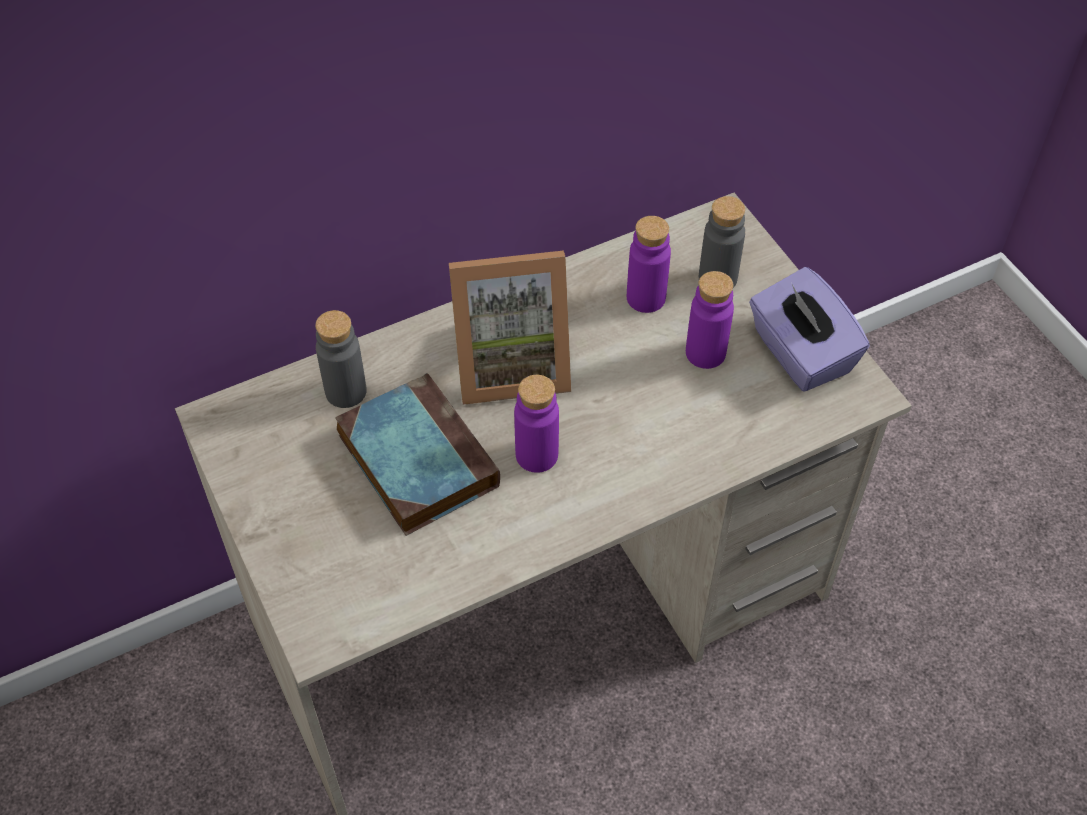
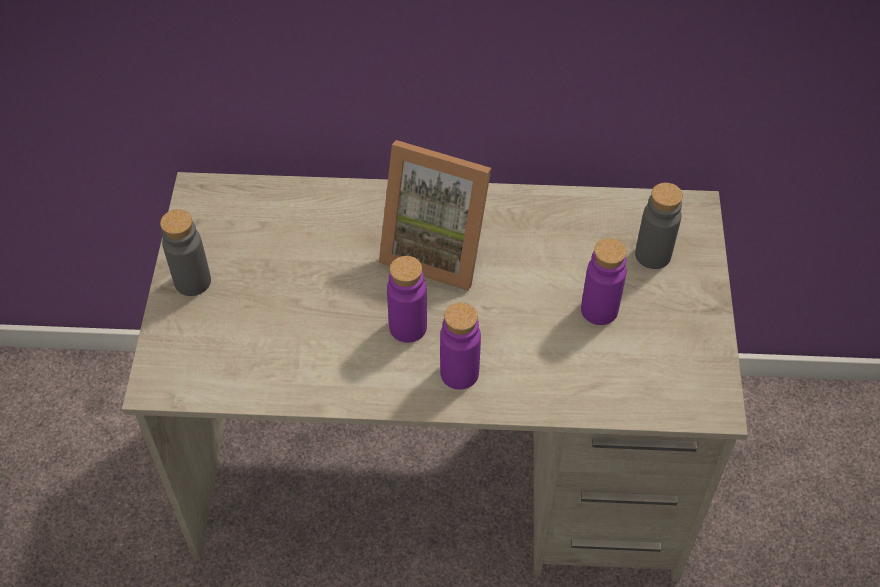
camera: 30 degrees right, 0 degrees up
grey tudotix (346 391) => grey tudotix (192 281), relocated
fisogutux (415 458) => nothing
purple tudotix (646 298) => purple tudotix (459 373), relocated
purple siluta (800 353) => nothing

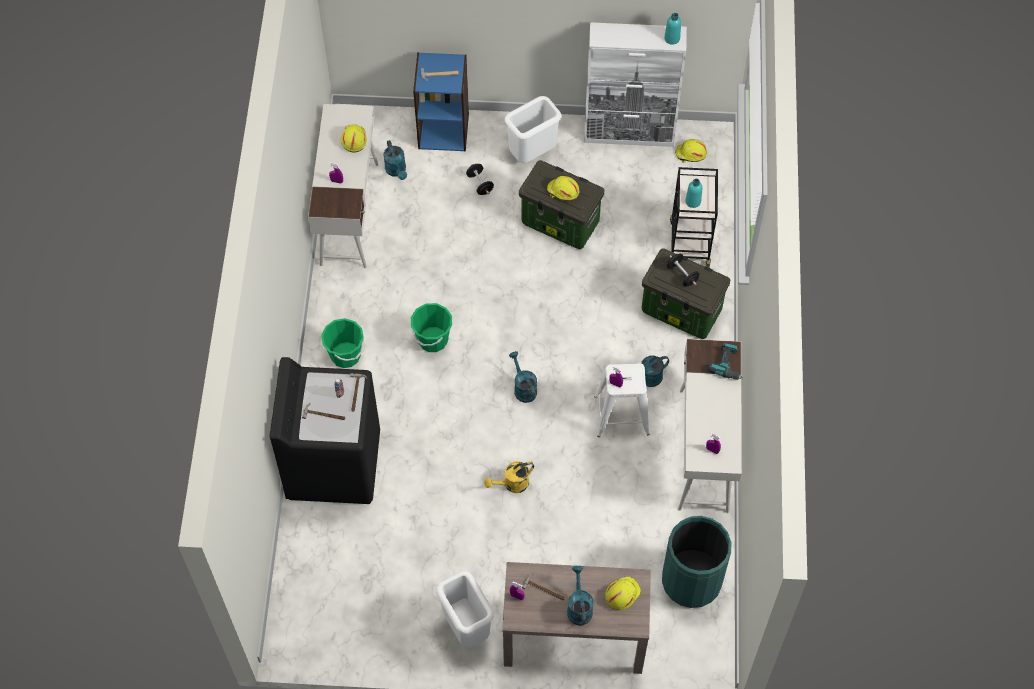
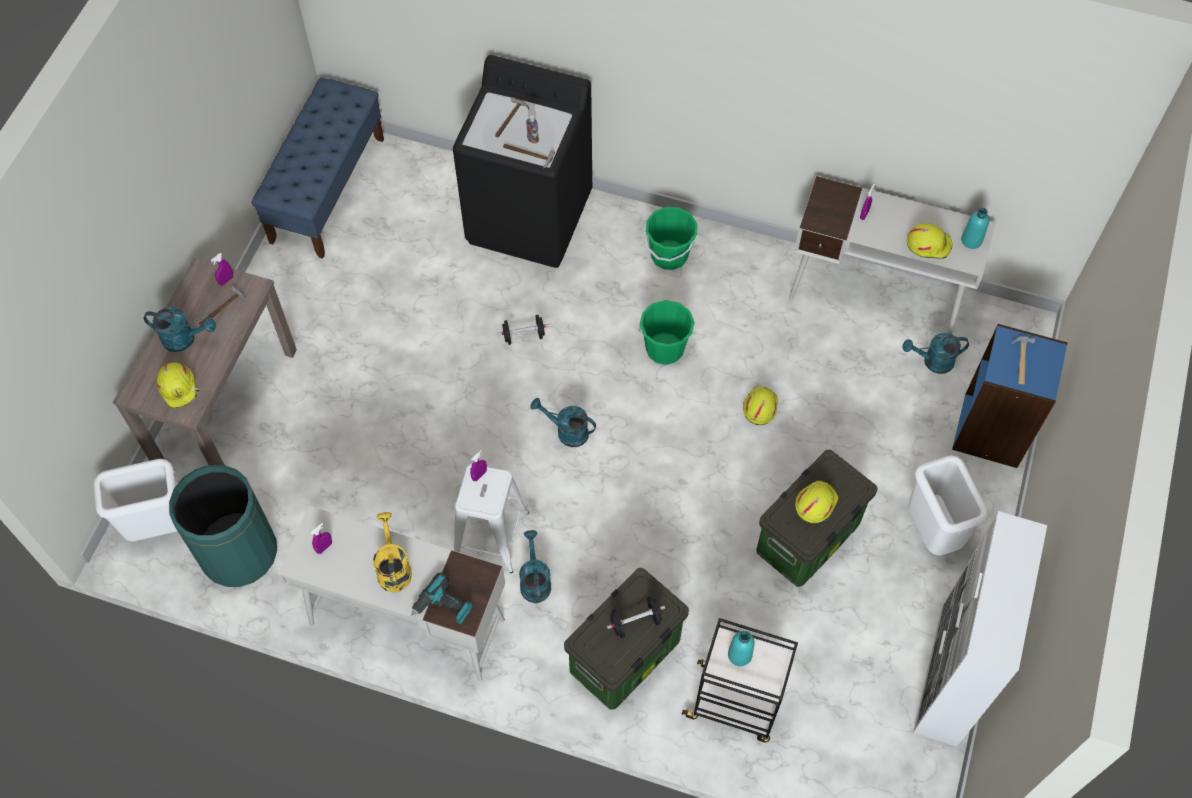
camera: 105 degrees right, 0 degrees up
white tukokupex (465 628) => white tukokupex (160 526), relocated
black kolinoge (480 184) => black kolinoge (523 336), relocated
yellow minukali (512 484) => yellow minukali (393 568), relocated
turquoise minukali (523 388) => turquoise minukali (566 432), 150 degrees counterclockwise
turquoise tudotix (672 38) => turquoise tudotix (971 240), relocated
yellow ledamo (690 154) => yellow ledamo (759 407), relocated
nothing => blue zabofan (327 189)

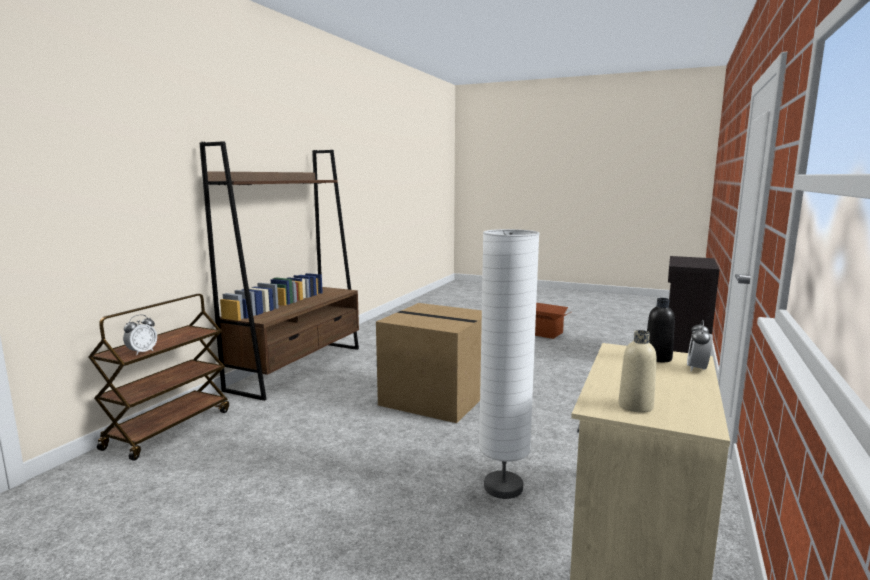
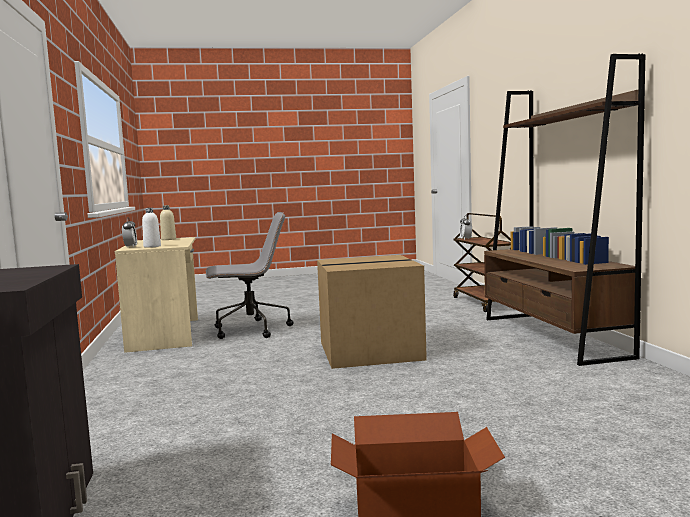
camera: 145 degrees right, 5 degrees down
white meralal (503 487) => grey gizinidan (250 330)
black tudotix (657 358) => white tudotix (152 246)

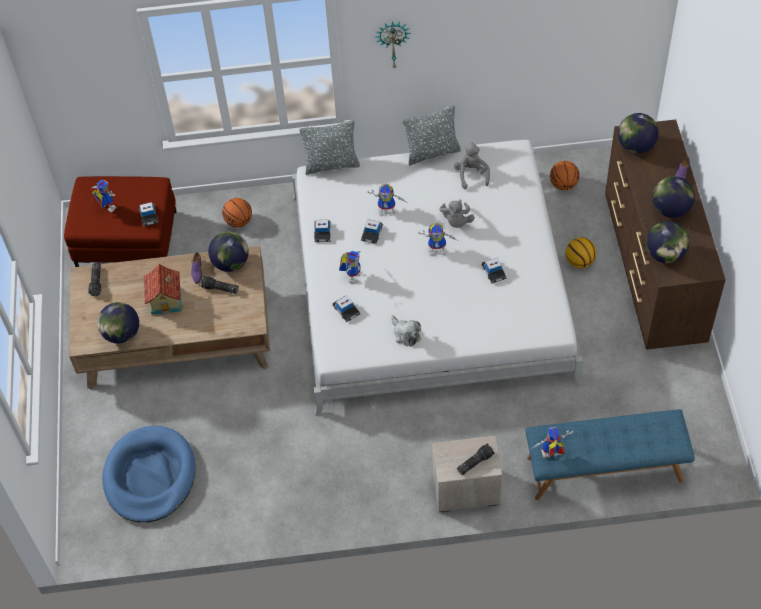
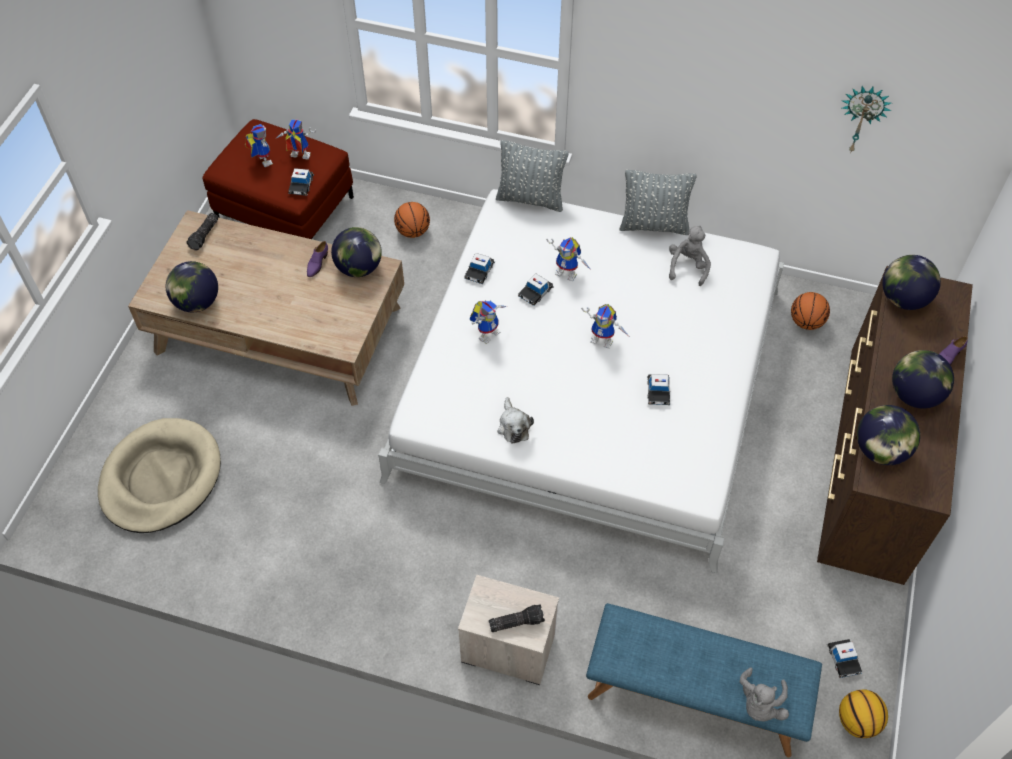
camera: 20 degrees right, 0 degrees up
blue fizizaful (150 476) => beige fizizaful (161 478)
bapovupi (167 300) => nothing
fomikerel (220 289) => nothing
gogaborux (346 310) => gogaborux (843 659), relocated
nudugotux (393 43) => nudugotux (861 118), relocated
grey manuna (456 221) => grey manuna (760 704), relocated
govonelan (550 455) => govonelan (298 157), relocated
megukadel (579 262) => megukadel (857 721), relocated

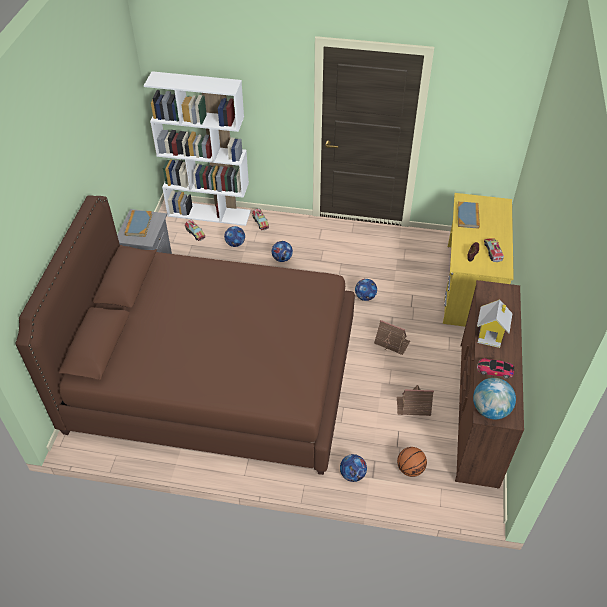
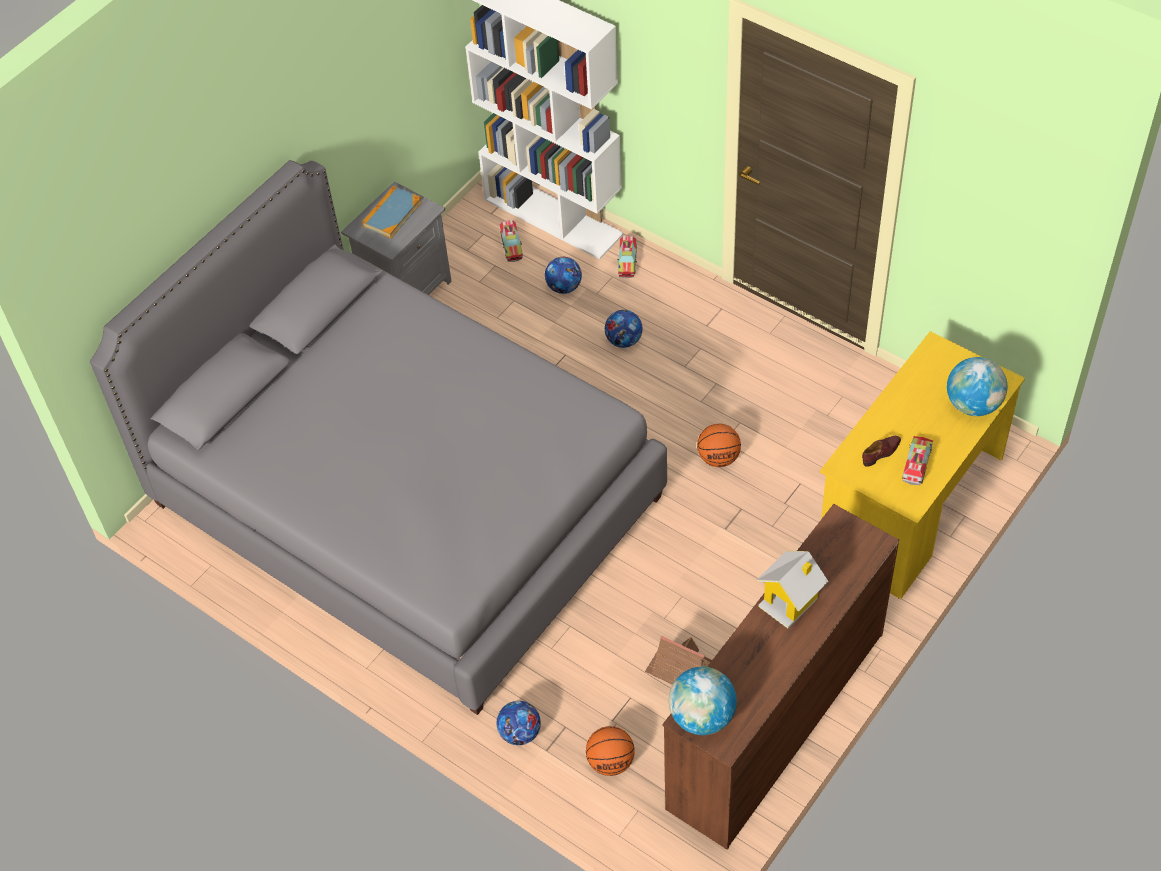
camera: 30 degrees right, 5 degrees up
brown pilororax (214 377) => grey pilororax (406 501)
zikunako (365 297) => megukadel (718 458)
bapovupi (391 342) => nothing
fisogutux (468 216) => nothing
gogaborux (495 370) => nothing
nothing => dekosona (973 404)

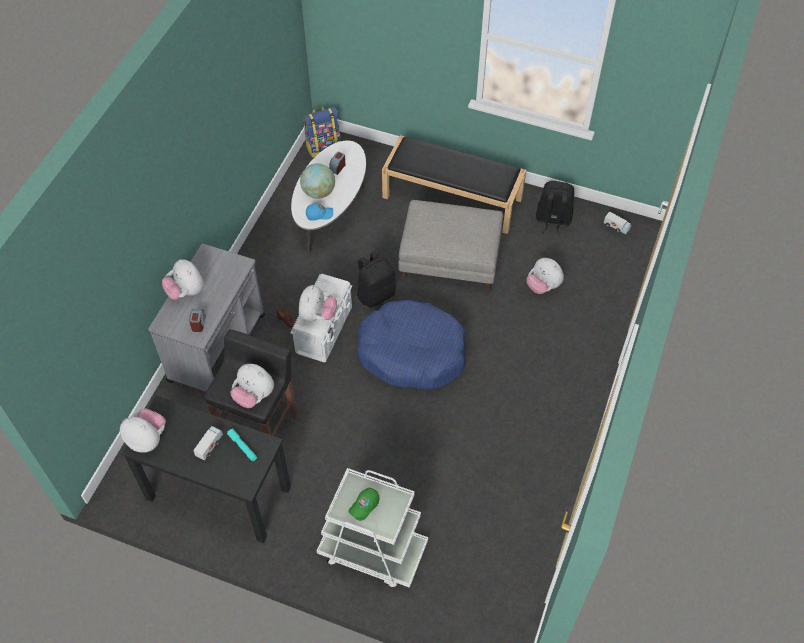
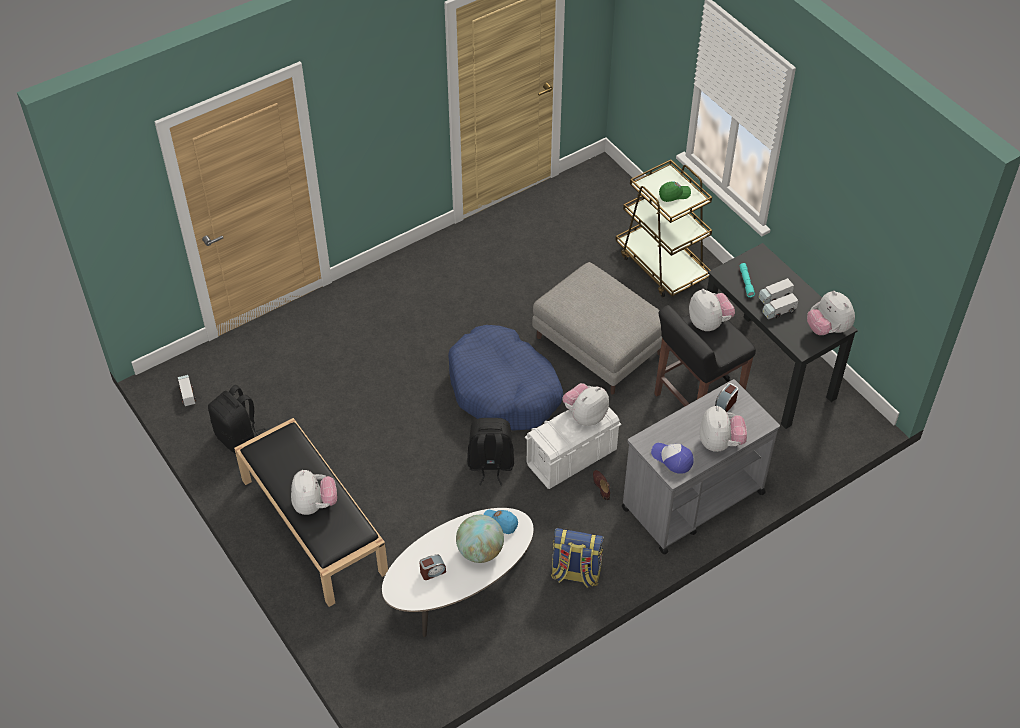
camera: 145 degrees left, 5 degrees down
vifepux (323 147) => vifepux (575 573), relocated
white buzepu (372 550) => brown buzepu (662 265)
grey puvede (448 260) => grey puvede (600 346), relocated
manuna (543 286) => manuna (314 505), relocated
nothing => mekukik (672 459)
nothing => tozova (778 312)

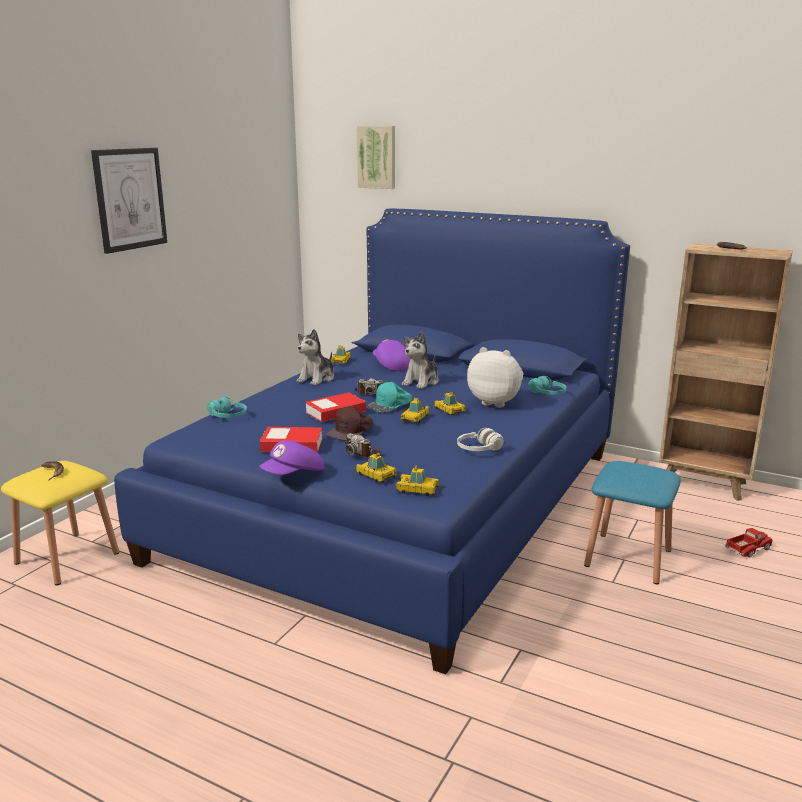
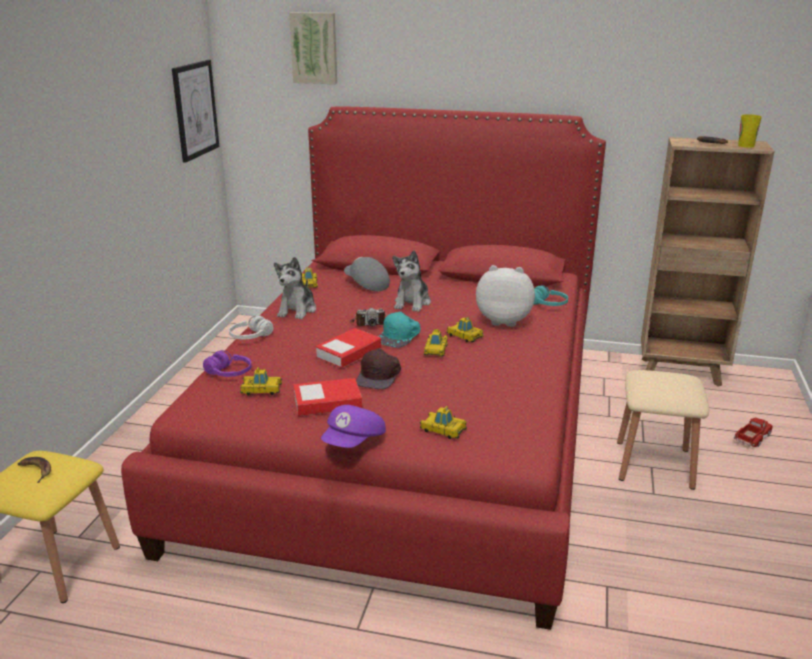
camera: 15 degrees left, 5 degrees up
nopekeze (130 199) => nopekeze (195 110), relocated
blue pilororax (400 502) => red pilororax (405 434)
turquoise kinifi (227 417) => purple kinifi (229 373)
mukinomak (362 452) => nothing
purple mekukik (390 365) => grey mekukik (366 284)
gogaborux (417 490) => gogaborux (261 390), relocated
white kinifi (479 449) => white kinifi (251 337), relocated
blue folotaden (628 557) => beige folotaden (654 464)
nothing => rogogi (746 146)

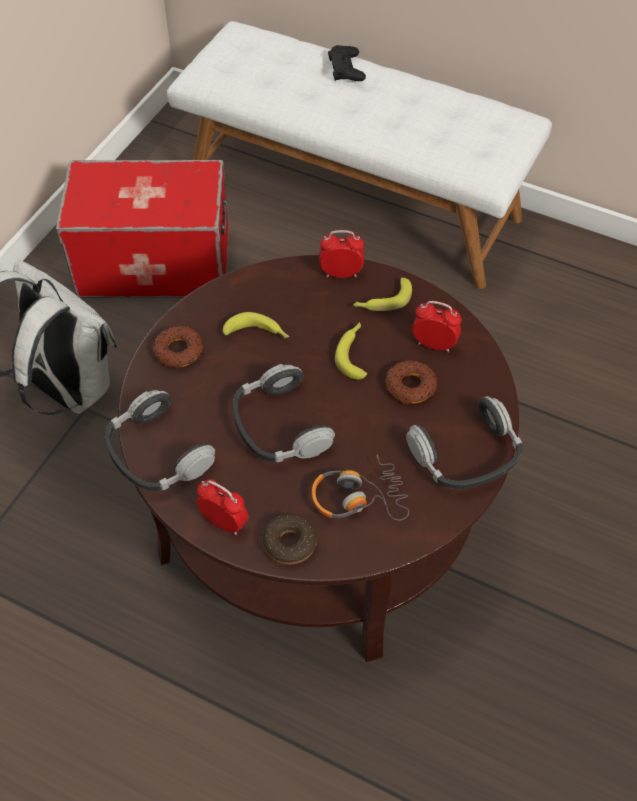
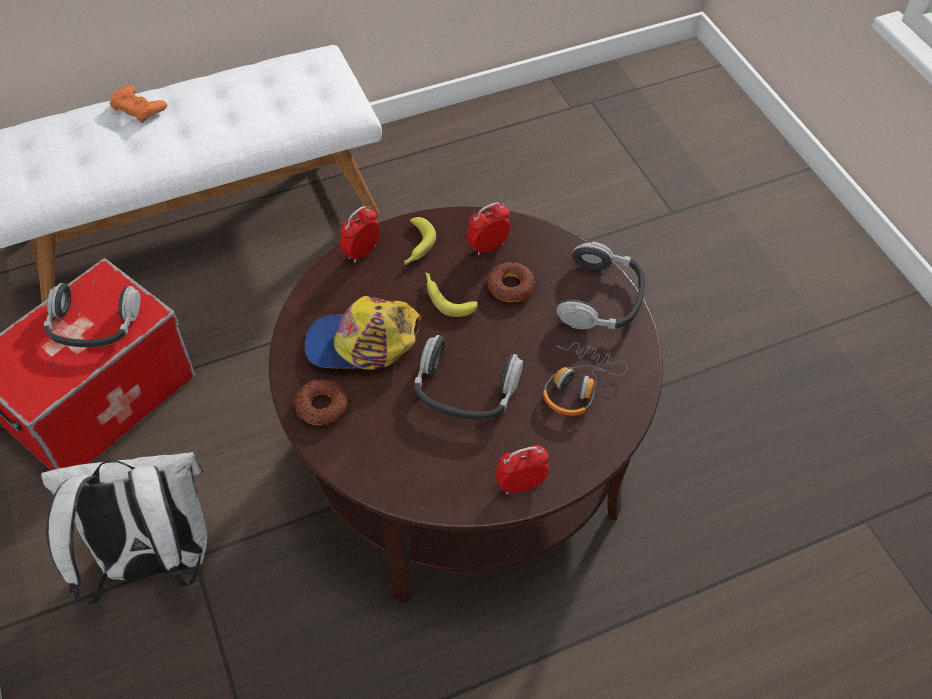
camera: 50 degrees left, 0 degrees up
kinifi (156 453) => kinifi (94 324), relocated
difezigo (258 334) => mekukik (362 343)
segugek (290 543) => nothing
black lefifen (346 69) => orange lefifen (139 108)

